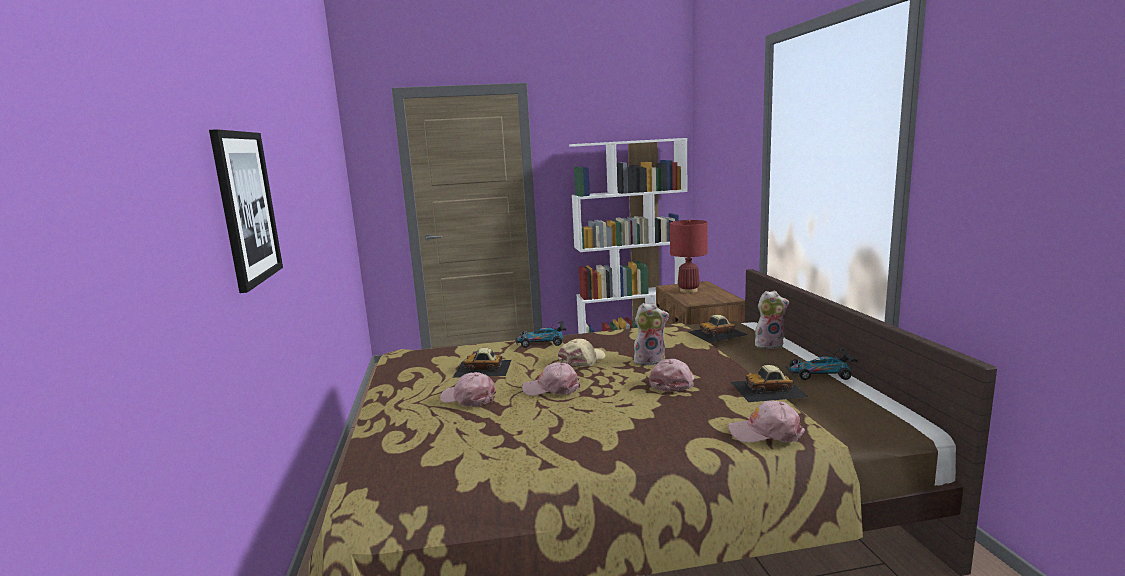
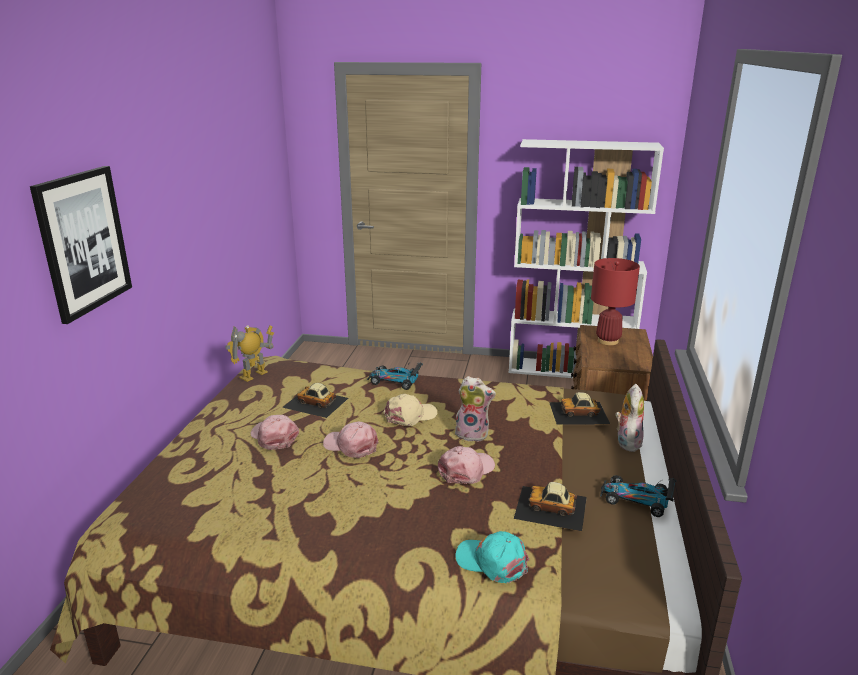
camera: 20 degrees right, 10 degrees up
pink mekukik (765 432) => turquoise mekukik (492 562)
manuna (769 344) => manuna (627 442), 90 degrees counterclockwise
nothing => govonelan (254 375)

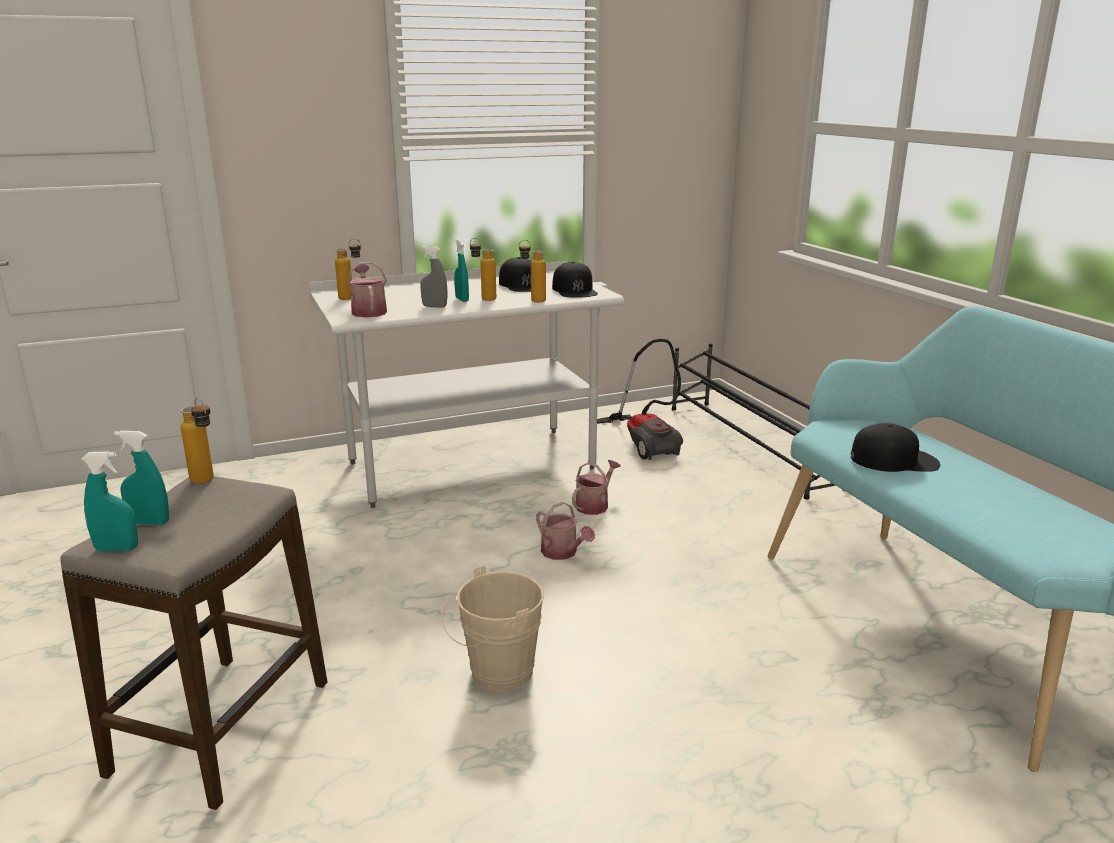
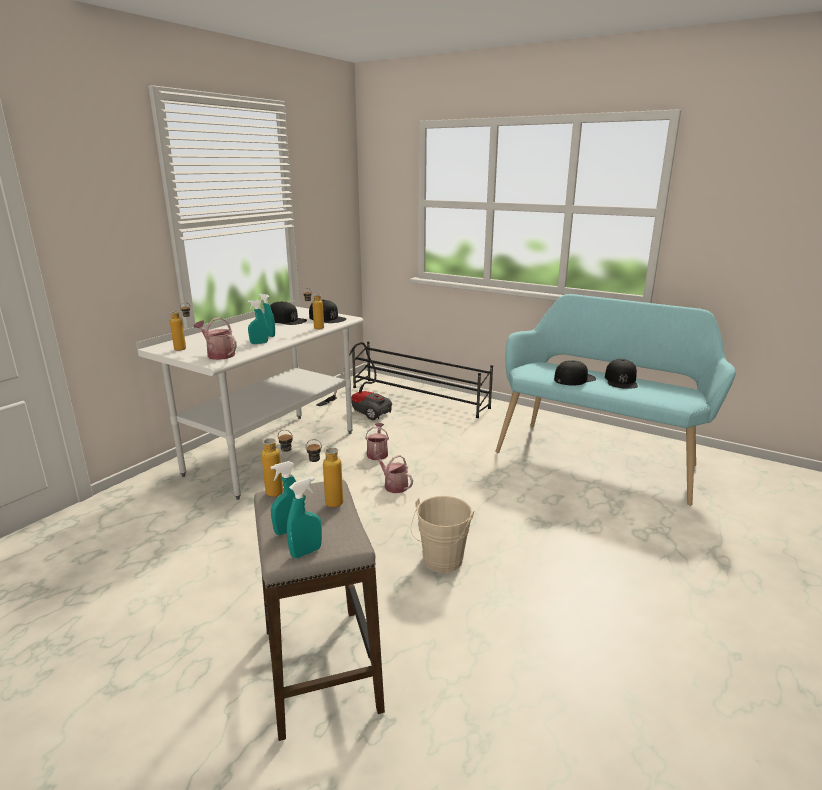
camera: 35 degrees left, 0 degrees up
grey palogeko (434 306) => turquoise palogeko (259 343)
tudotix (483 298) => tudotix (326 504), relocated
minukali (562 553) => minukali (393 485), 150 degrees counterclockwise
nothing => black mekukik (621 380)

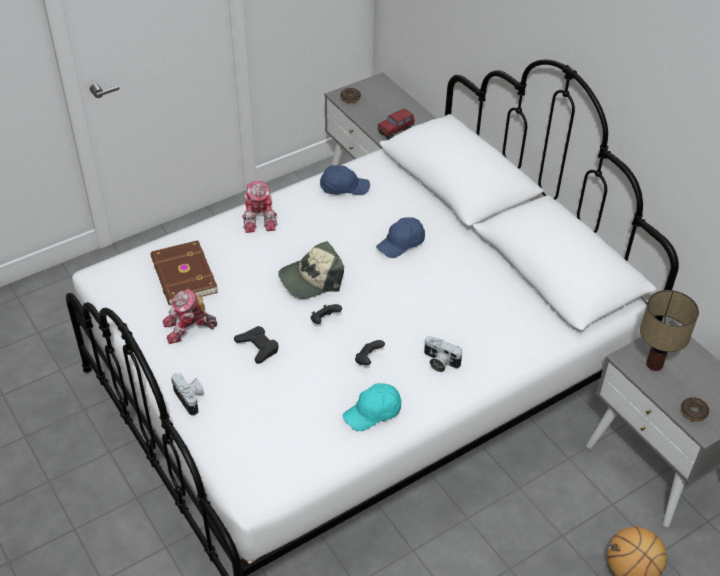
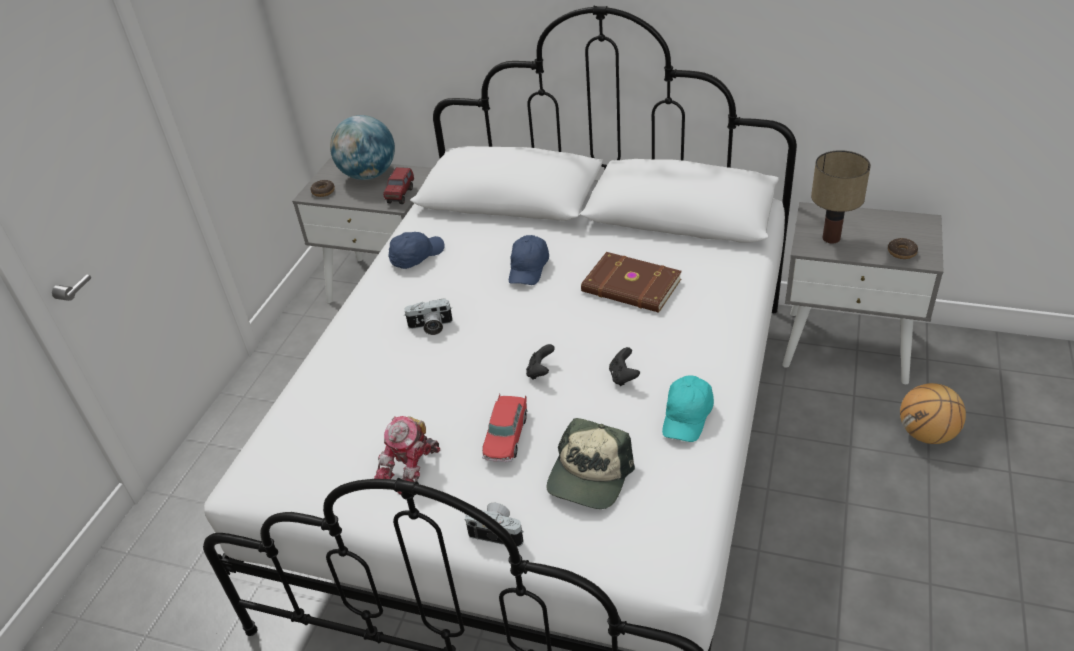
camera: 35 degrees left, 5 degrees down
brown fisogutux (182 276) => brown fisogutux (631 287), relocated
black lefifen (258 347) => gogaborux (506 436)
govonelan (260 217) => nothing
mekukik (311 279) => mekukik (589 476), relocated
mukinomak (439 362) => mukinomak (430 327), relocated
nothing => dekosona (368 175)

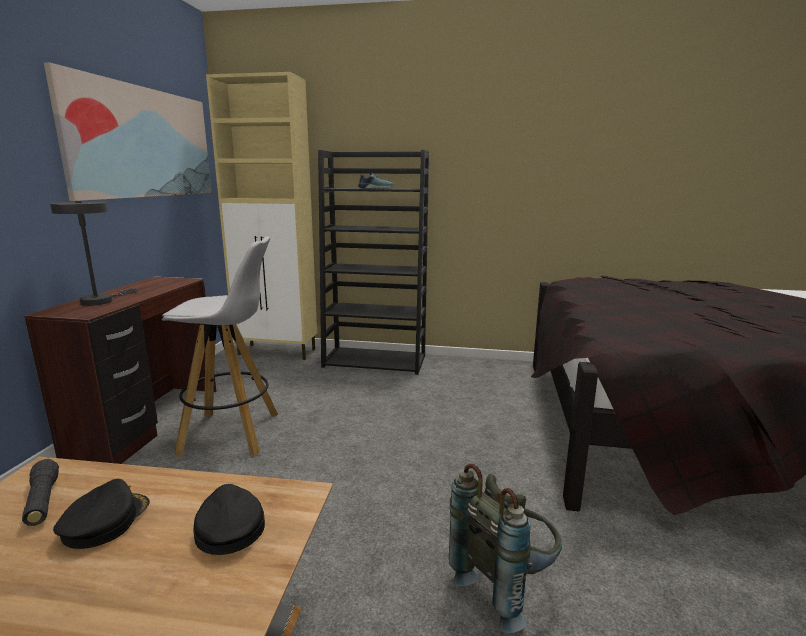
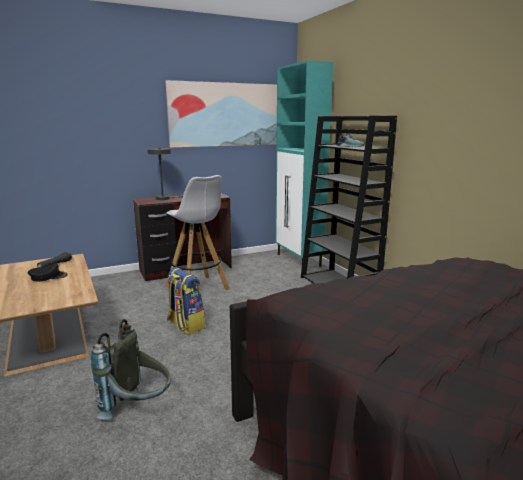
camera: 55 degrees right, 0 degrees up
black mekukik (229 527) => nothing
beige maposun (278 352) => turquoise maposun (298 260)
nothing => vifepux (185 325)

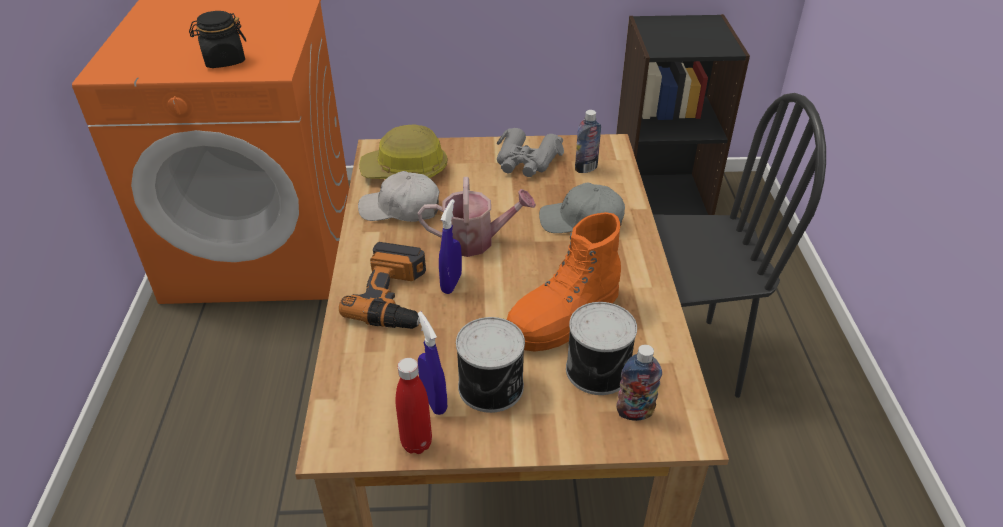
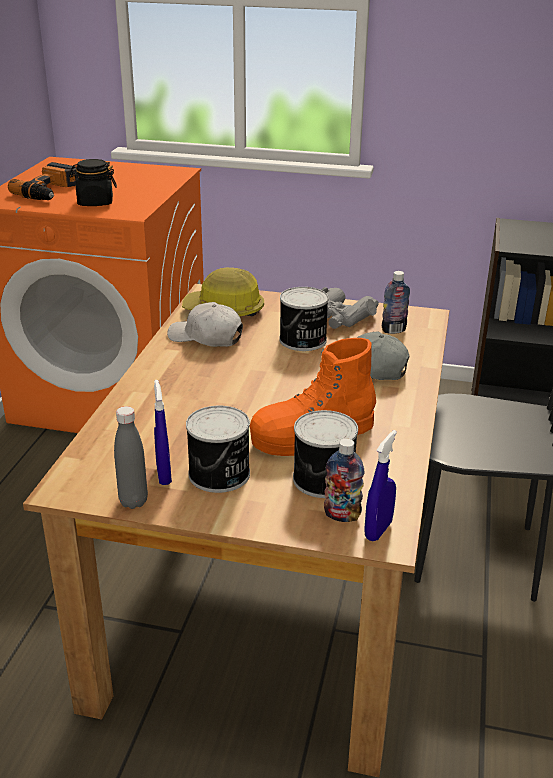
camera: 15 degrees right, 10 degrees down
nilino (395 297) => nilino (50 191), relocated
red tudotix (416 443) => grey tudotix (133 501)
minukali (476 240) => nothing
blue palogeko (451 283) => blue palogeko (378 530), relocated
nothing => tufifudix (303 340)

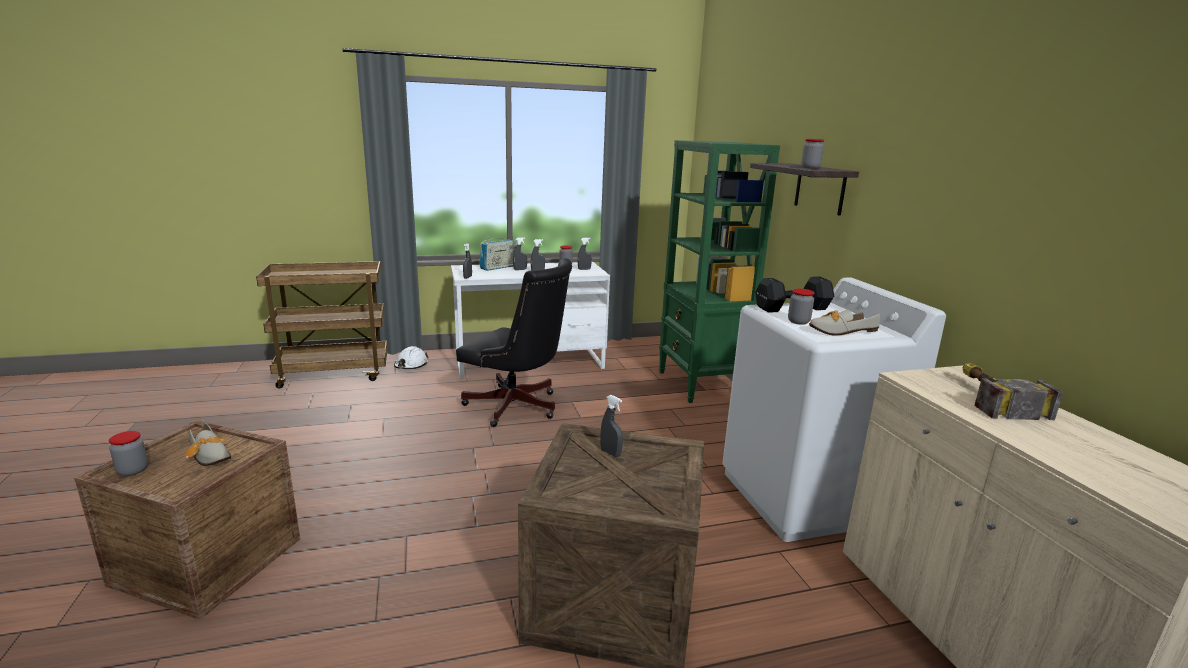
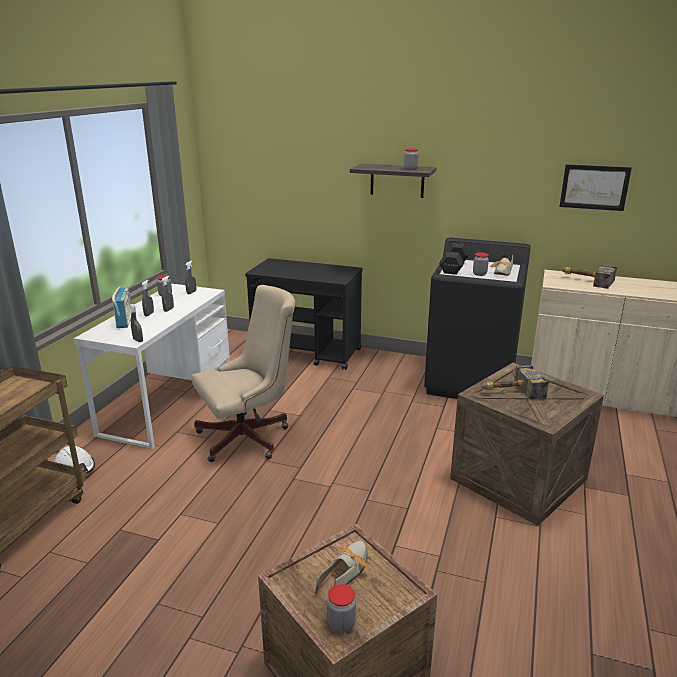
camera: 55 degrees left, 5 degrees up
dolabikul (211 455) => dolabikul (346 571), 45 degrees counterclockwise
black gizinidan (517 408) => beige gizinidan (249 437)
grey palogeko (610 453) => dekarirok (509 391)
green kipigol (700 384) => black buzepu (307 353)
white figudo (804 497) => black figudo (471 382)
nothing => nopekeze (594 187)

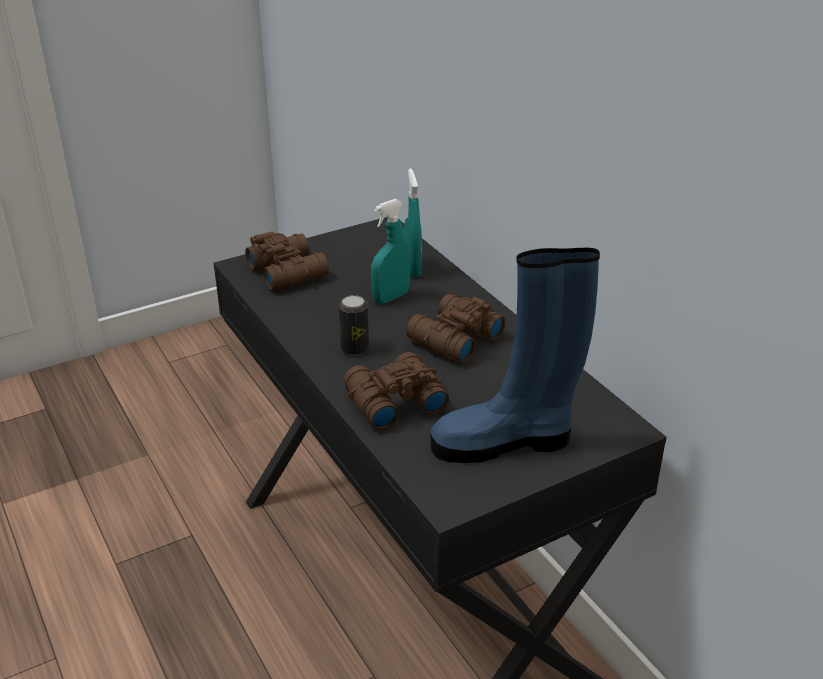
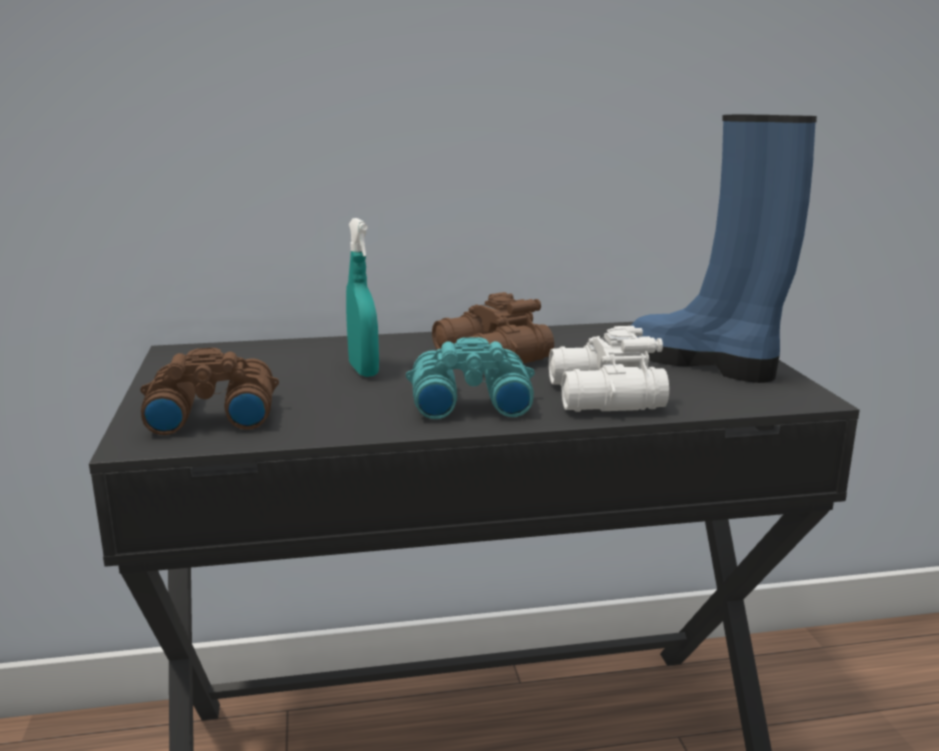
camera: 70 degrees left, 15 degrees down
tufifudix (354 348) => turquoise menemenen (468 401)
brown menemenen (392 401) => white menemenen (602 397)
turquoise palogeko (412 268) => nothing
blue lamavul (505 442) => blue lamavul (704 364), 120 degrees clockwise

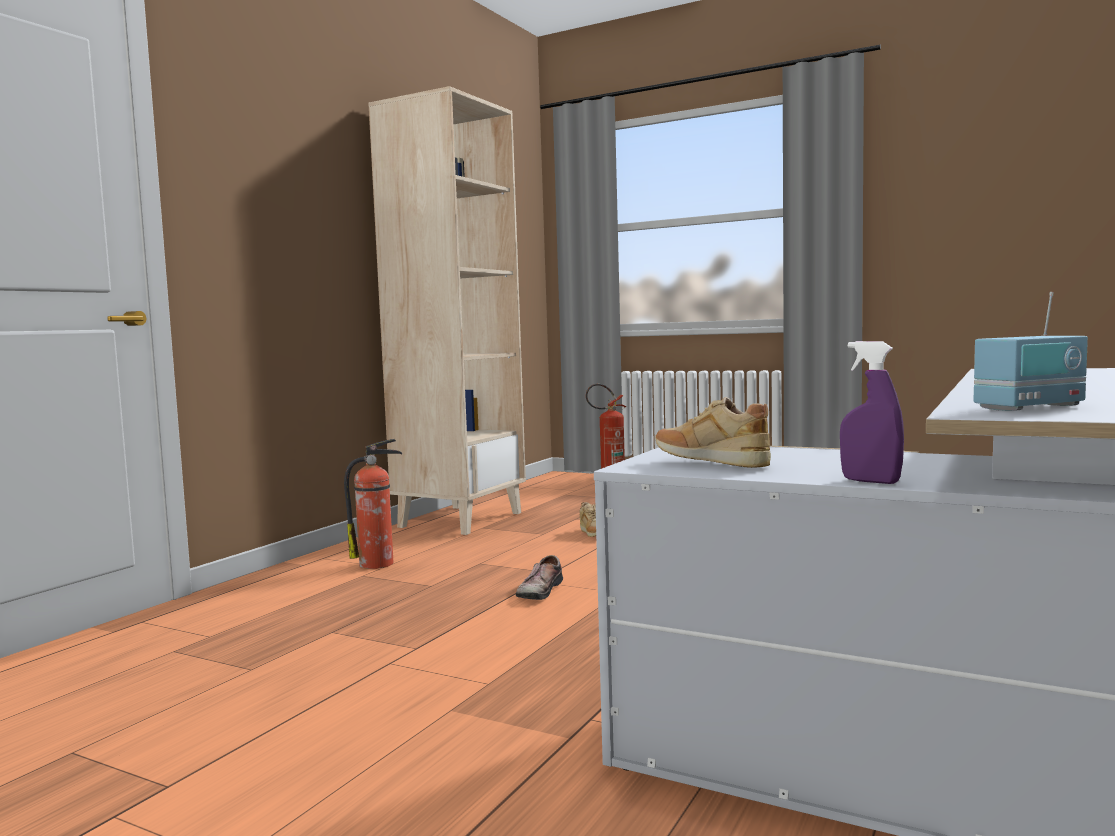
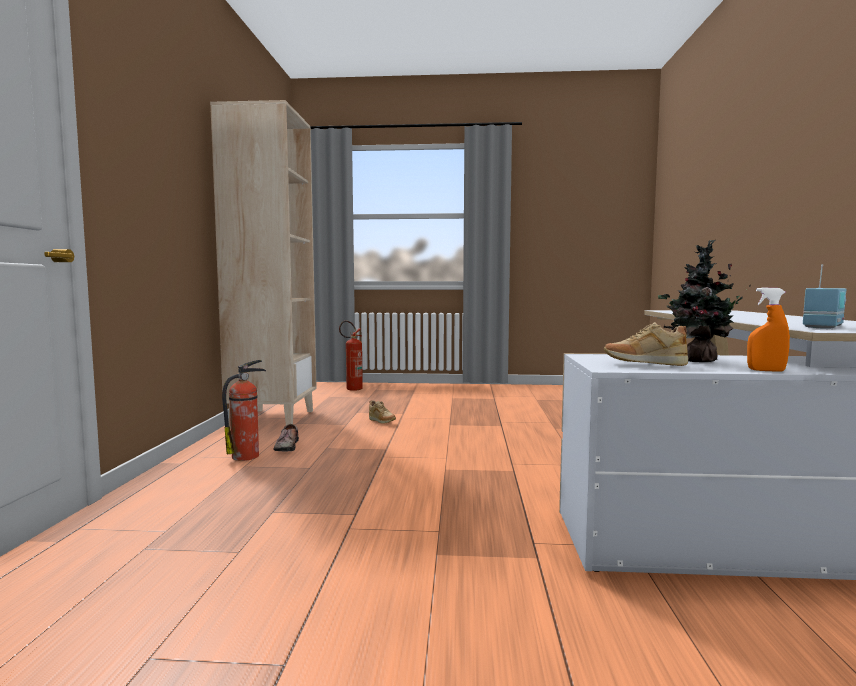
camera: 25 degrees left, 0 degrees up
dolabikul (538 591) => dolabikul (286 446), relocated
purple palogeko (870 481) => orange palogeko (766 370)
nothing => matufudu (696 361)

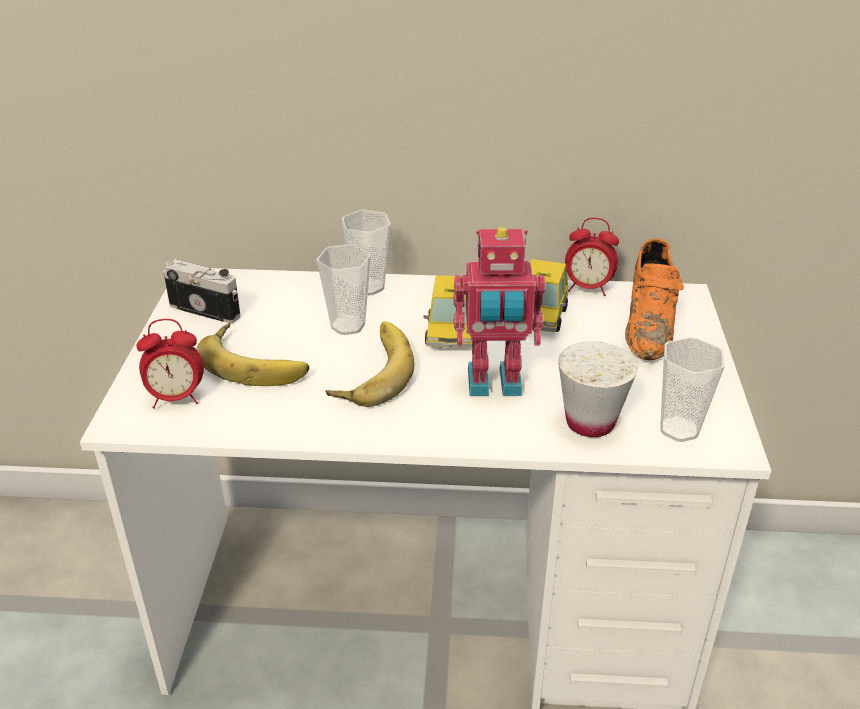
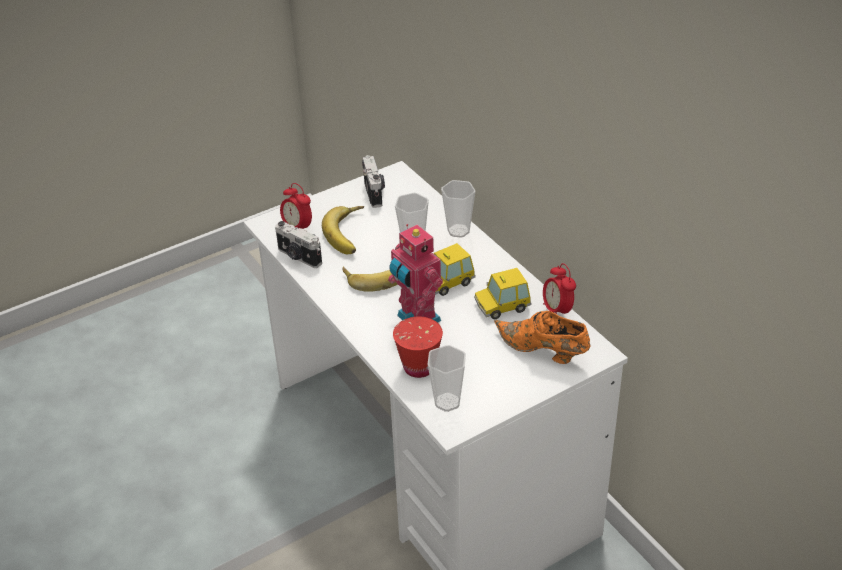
camera: 55 degrees right, 5 degrees up
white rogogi (590 422) => red rogogi (419 367)
orange dolabikul (649 326) => orange dolabikul (543 352), 60 degrees clockwise
nothing => mukinomak (298 257)

